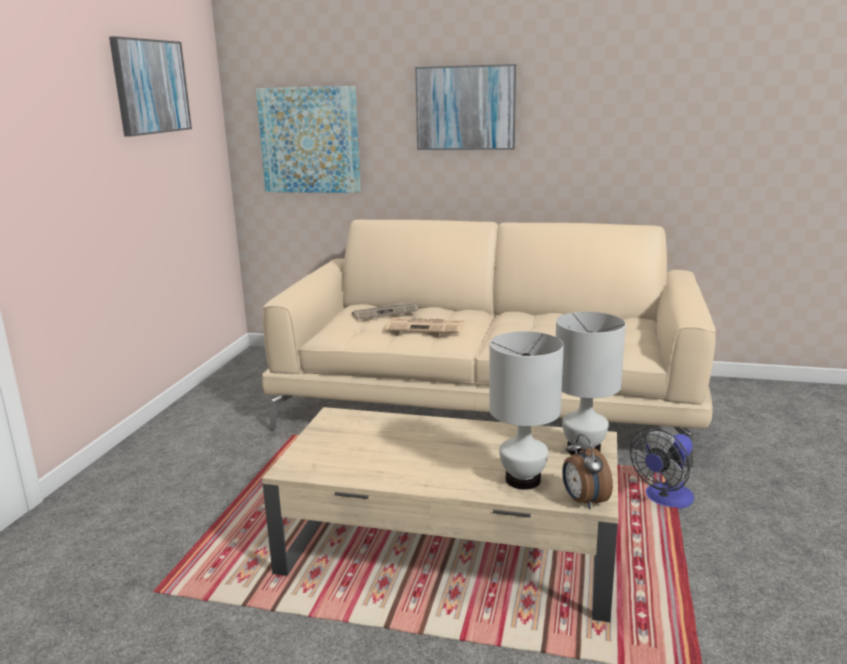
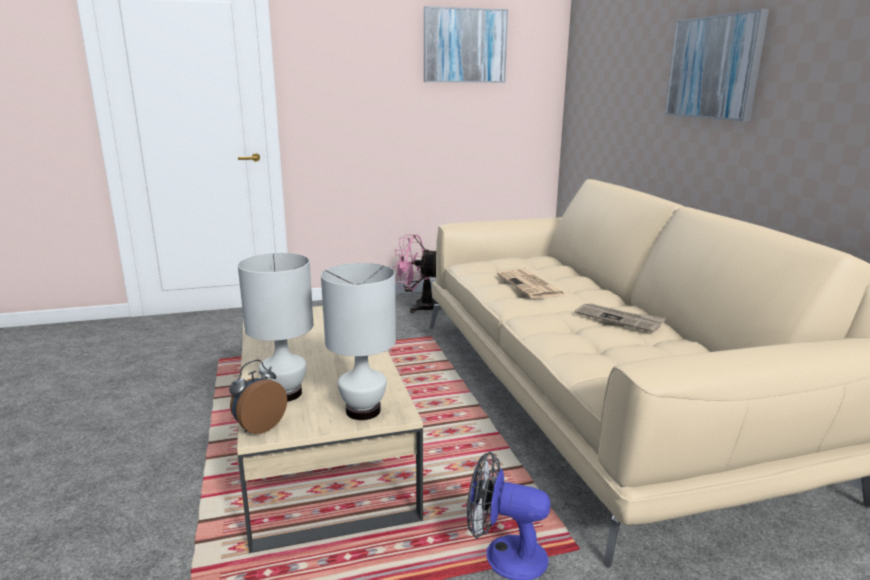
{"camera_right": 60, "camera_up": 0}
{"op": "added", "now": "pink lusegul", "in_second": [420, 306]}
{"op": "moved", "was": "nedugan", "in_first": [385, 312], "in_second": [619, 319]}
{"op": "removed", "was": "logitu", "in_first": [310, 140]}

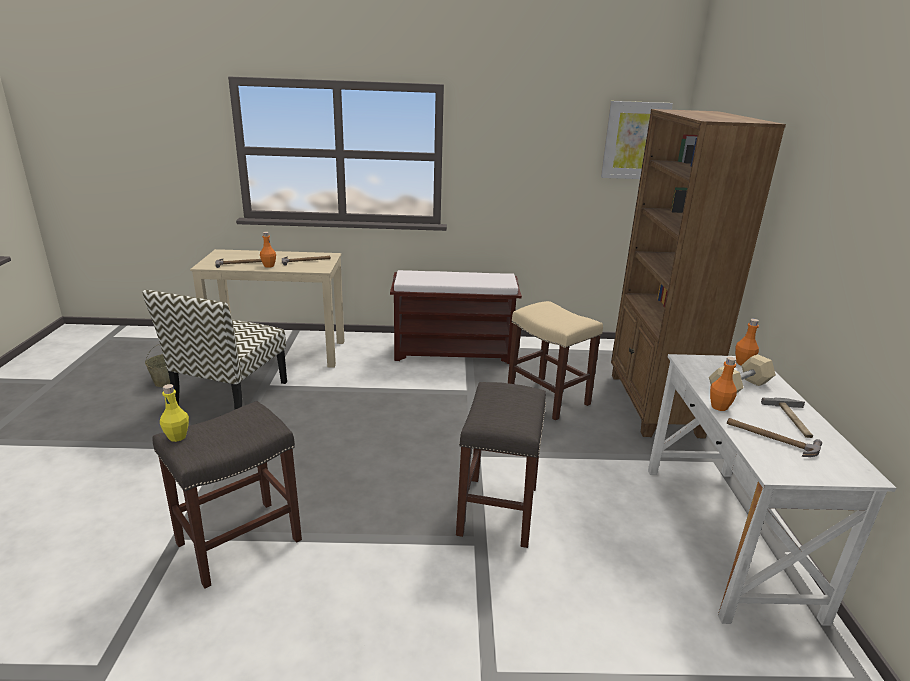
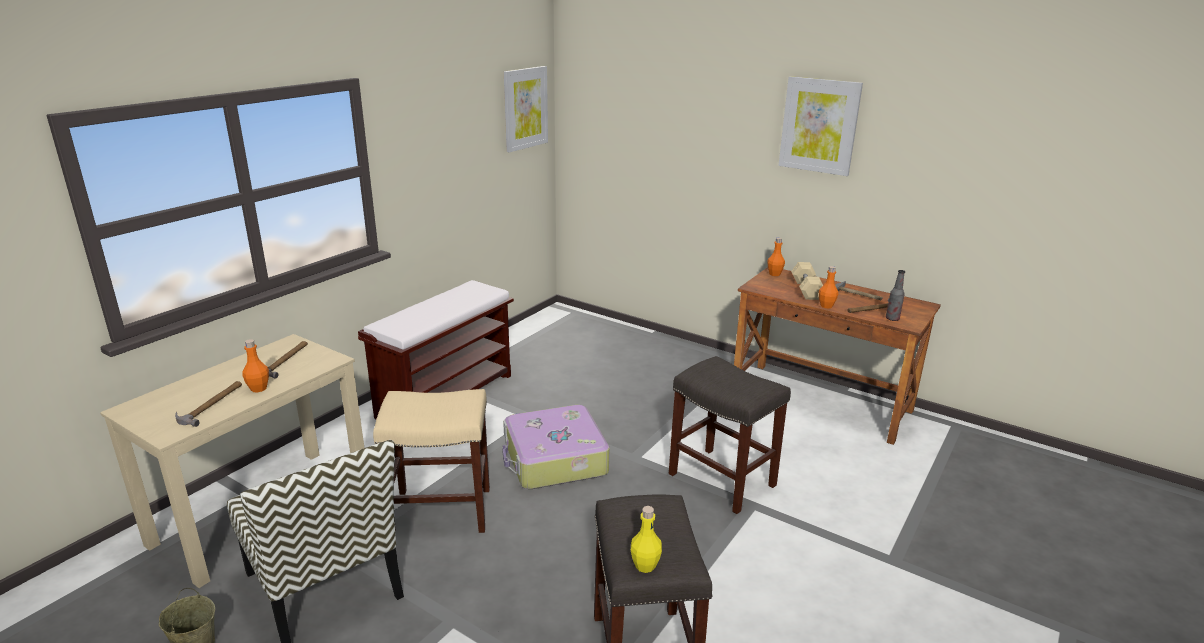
{"camera_right": -55, "camera_up": 0}
{"op": "moved", "was": "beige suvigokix", "in_first": [549, 398], "in_second": [442, 510]}
{"op": "added", "now": "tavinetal", "in_second": [554, 460]}
{"op": "recoloured", "was": "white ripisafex", "now": "brown ripisafex", "in_first": [726, 536], "in_second": [821, 401]}
{"op": "added", "now": "logitu", "in_second": [819, 125]}
{"op": "added", "now": "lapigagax", "in_second": [892, 319]}
{"op": "removed", "was": "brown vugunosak", "in_first": [653, 405]}

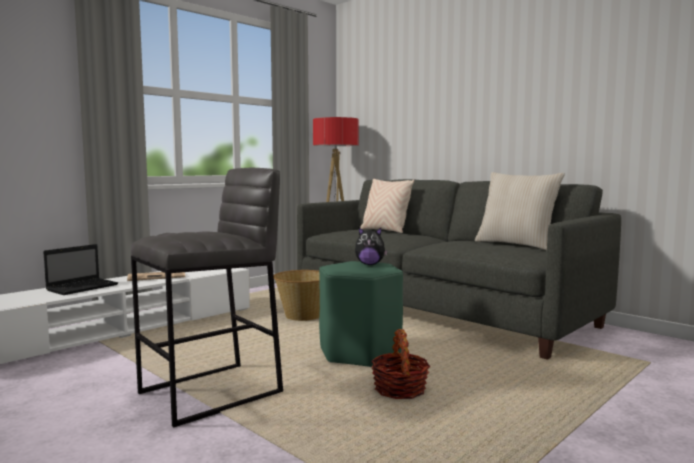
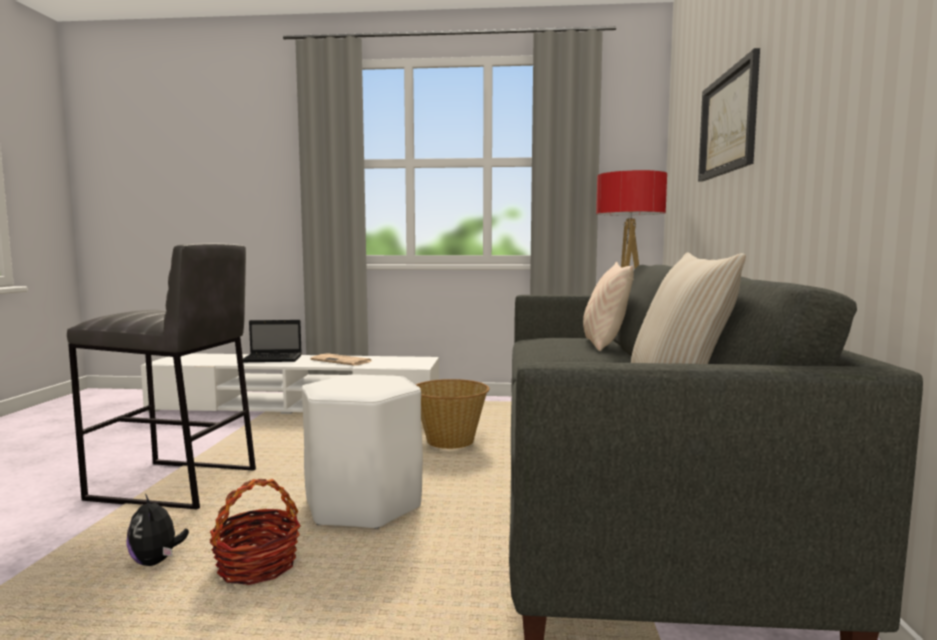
{"camera_right": 50, "camera_up": 0}
{"op": "moved", "was": "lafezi", "in_first": [370, 264], "in_second": [157, 561]}
{"op": "recoloured", "was": "green suvigokix", "now": "white suvigokix", "in_first": [360, 353], "in_second": [364, 505]}
{"op": "added", "now": "logitu", "in_second": [728, 123]}

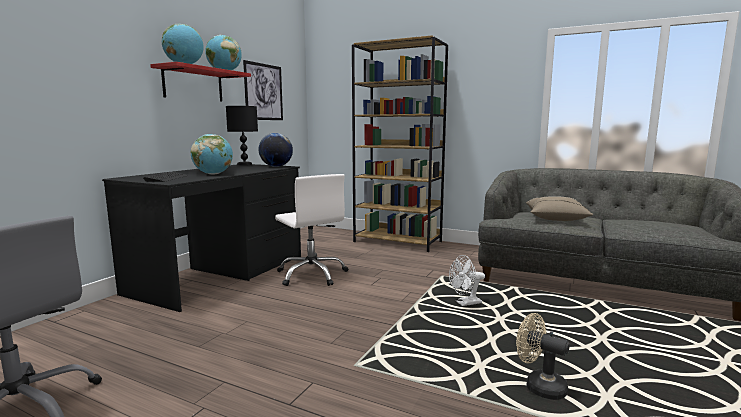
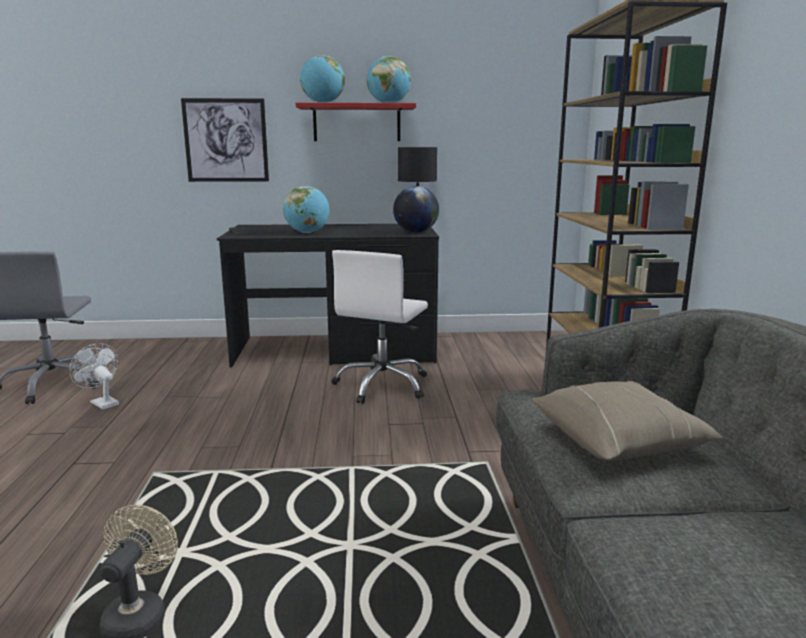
{"camera_right": 60, "camera_up": 5}
{"op": "moved", "was": "white lusegul", "in_first": [465, 303], "in_second": [101, 403]}
{"op": "moved", "was": "logitu", "in_first": [263, 92], "in_second": [226, 140]}

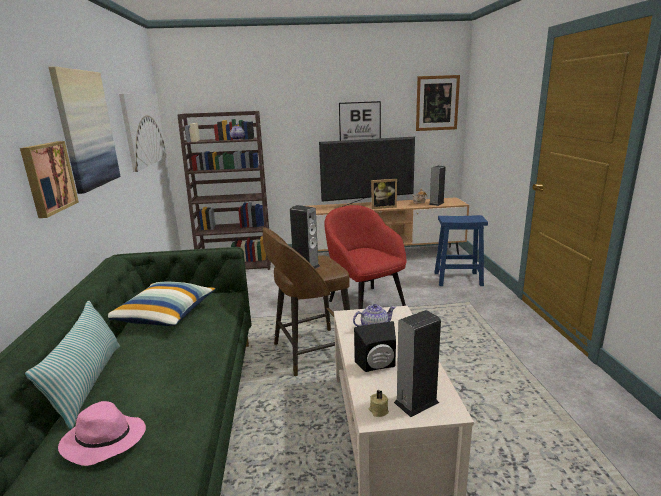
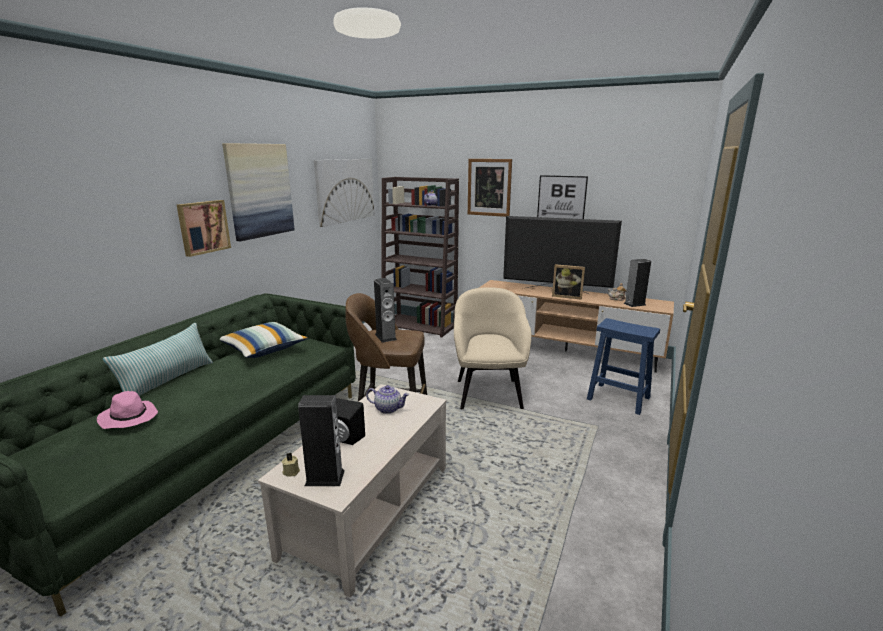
{"camera_right": 30, "camera_up": 0}
{"op": "recoloured", "was": "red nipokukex", "now": "beige nipokukex", "in_first": [365, 303], "in_second": [488, 393]}
{"op": "moved", "was": "logitu", "in_first": [437, 103], "in_second": [489, 187]}

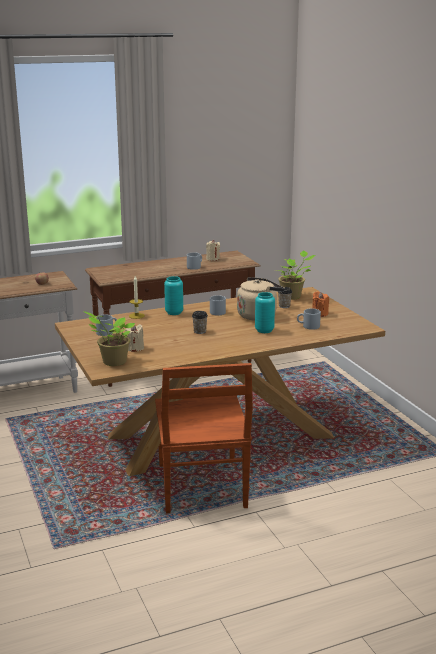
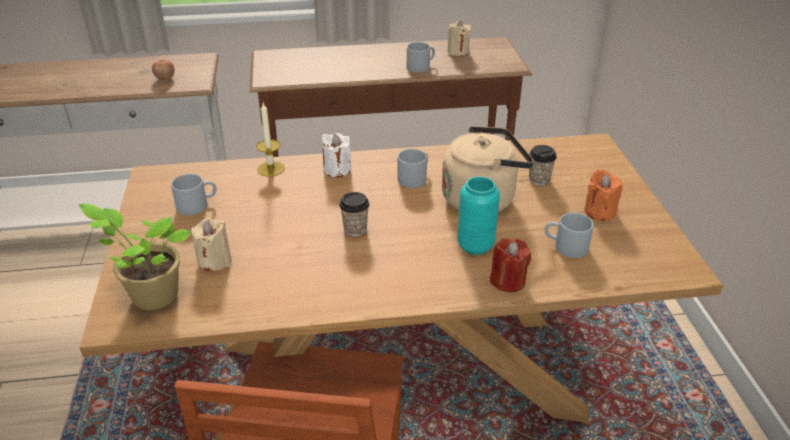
{"camera_right": 15, "camera_up": 15}
{"op": "replaced", "was": "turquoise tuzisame", "now": "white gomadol", "in_first": [174, 312], "in_second": [337, 170]}
{"op": "added", "now": "red gomadol", "in_second": [508, 281]}
{"op": "removed", "was": "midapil", "in_first": [292, 296]}

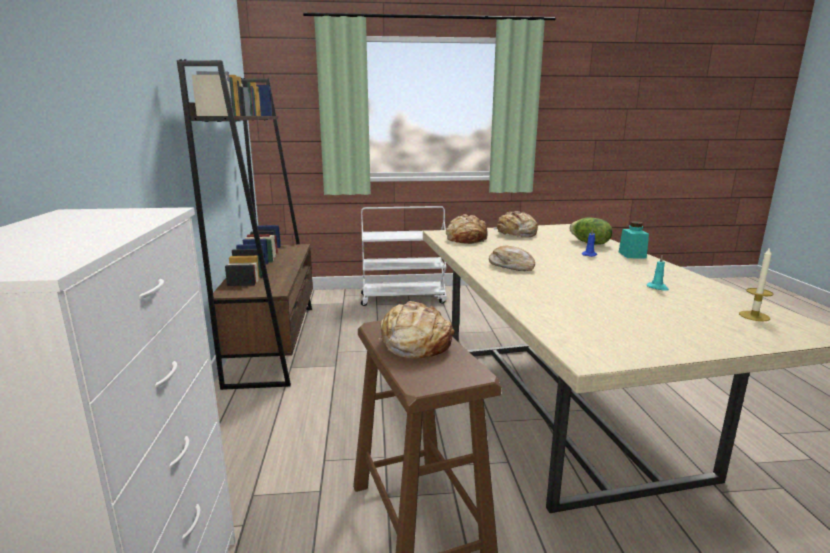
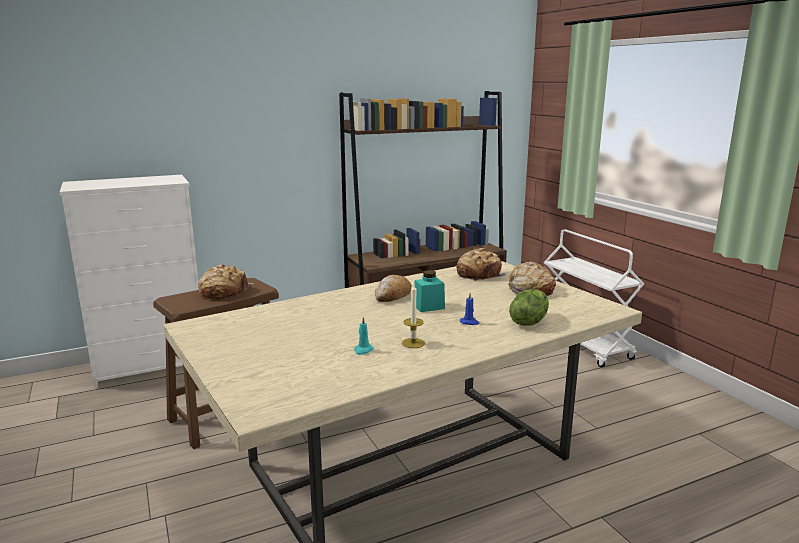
{"camera_right": 70, "camera_up": 0}
{"op": "moved", "was": "gomadol", "in_first": [754, 316], "in_second": [413, 343]}
{"op": "moved", "was": "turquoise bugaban", "in_first": [632, 255], "in_second": [429, 307]}

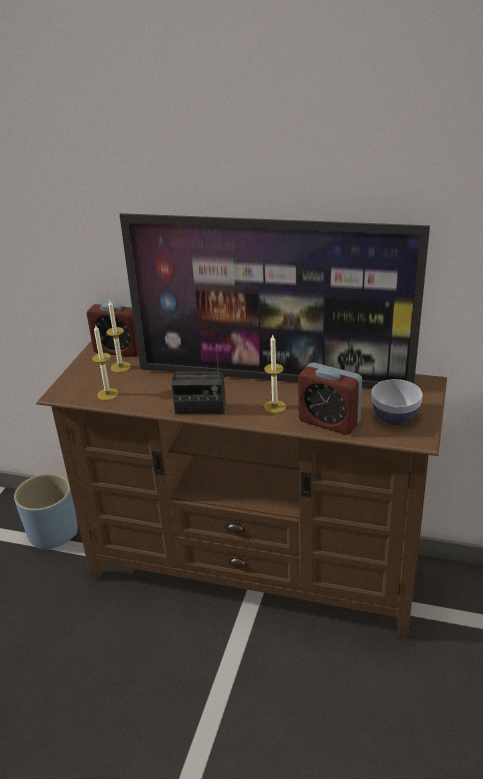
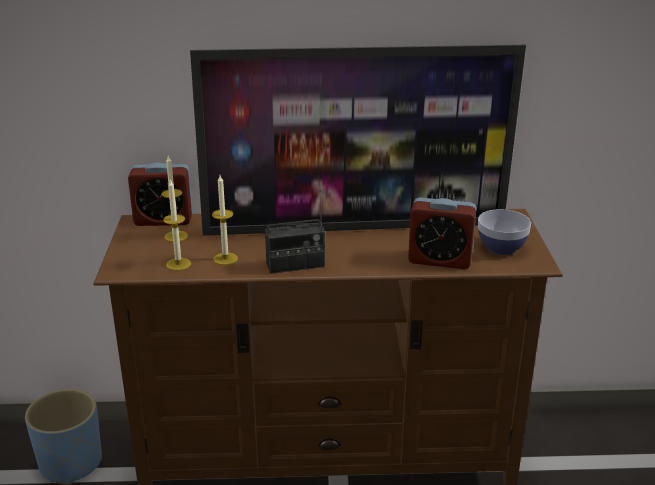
{"camera_right": -20, "camera_up": -5}
{"op": "moved", "was": "gomadol", "in_first": [275, 407], "in_second": [225, 259]}

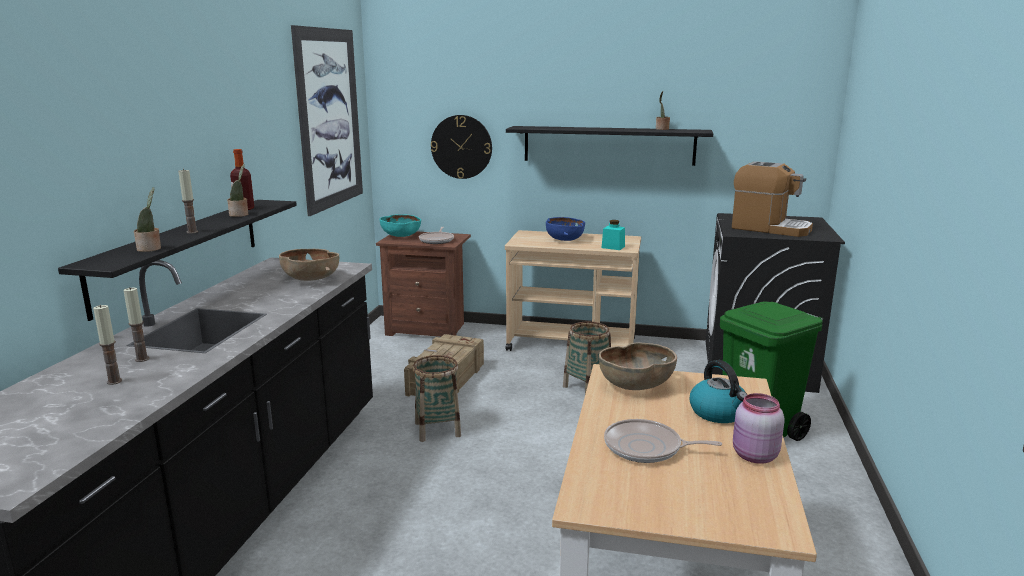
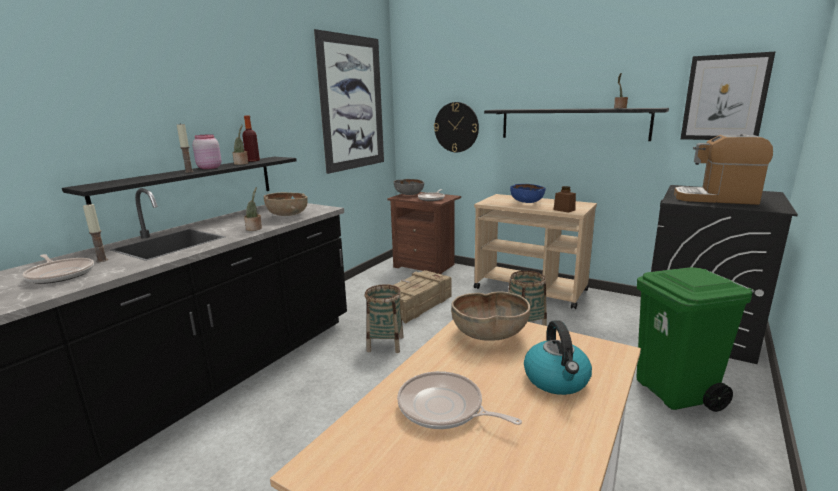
{"camera_right": 20, "camera_up": 0}
{"op": "replaced", "was": "gomadol", "now": "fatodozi", "in_first": [114, 381], "in_second": [60, 274]}
{"op": "moved", "was": "pink bugaban", "in_first": [753, 456], "in_second": [208, 168]}
{"op": "moved", "was": "midapil", "in_first": [150, 249], "in_second": [255, 229]}
{"op": "recoloured", "was": "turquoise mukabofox", "now": "grey mukabofox", "in_first": [400, 236], "in_second": [409, 194]}
{"op": "recoloured", "was": "turquoise bugaban", "now": "brown bugaban", "in_first": [613, 247], "in_second": [564, 210]}
{"op": "turned", "was": "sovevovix", "in_first": [769, 228], "in_second": [716, 198], "clockwise": 150}
{"op": "added", "now": "logitu", "in_second": [724, 98]}

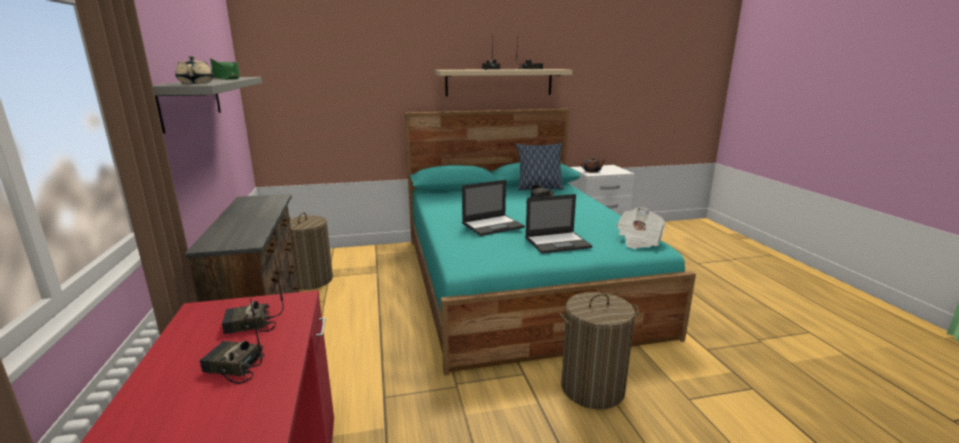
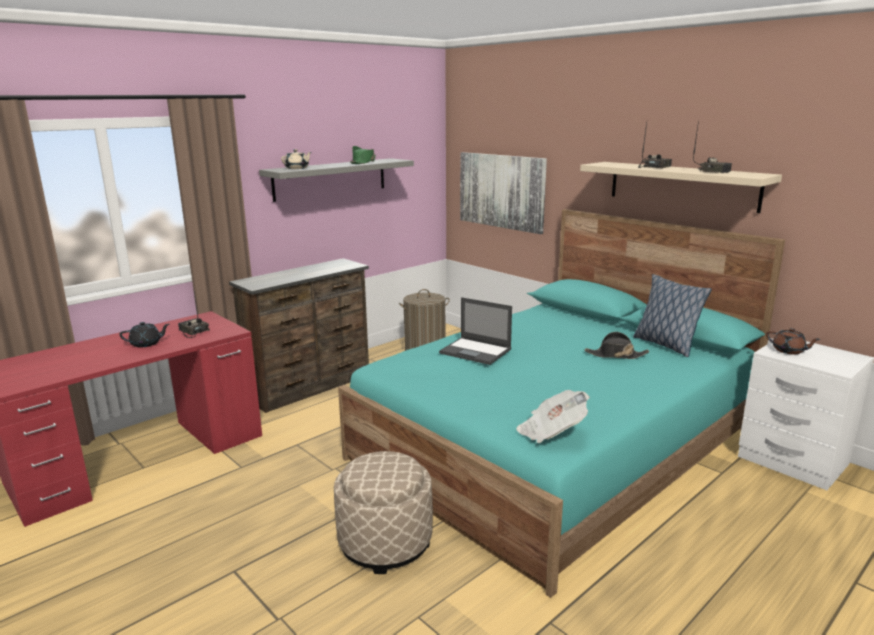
{"camera_right": 60, "camera_up": 0}
{"op": "replaced", "was": "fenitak", "now": "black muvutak", "in_first": [233, 368], "in_second": [146, 344]}
{"op": "replaced", "was": "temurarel", "now": "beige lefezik", "in_first": [592, 388], "in_second": [385, 543]}
{"op": "added", "now": "logitu", "in_second": [501, 191]}
{"op": "removed", "was": "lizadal", "in_first": [558, 242]}

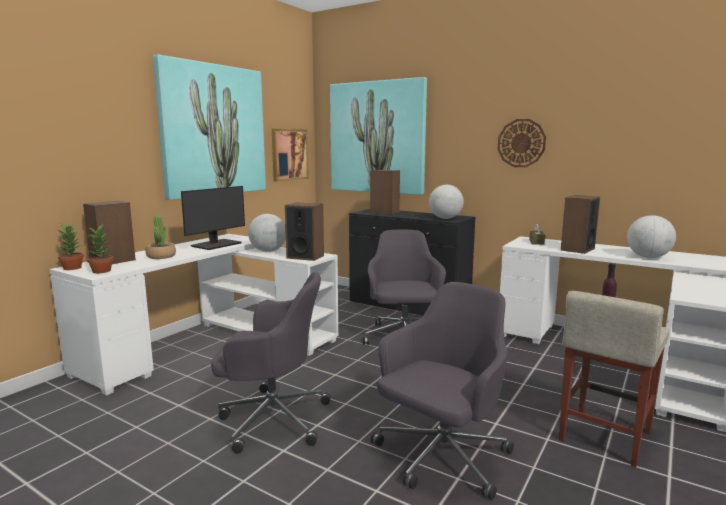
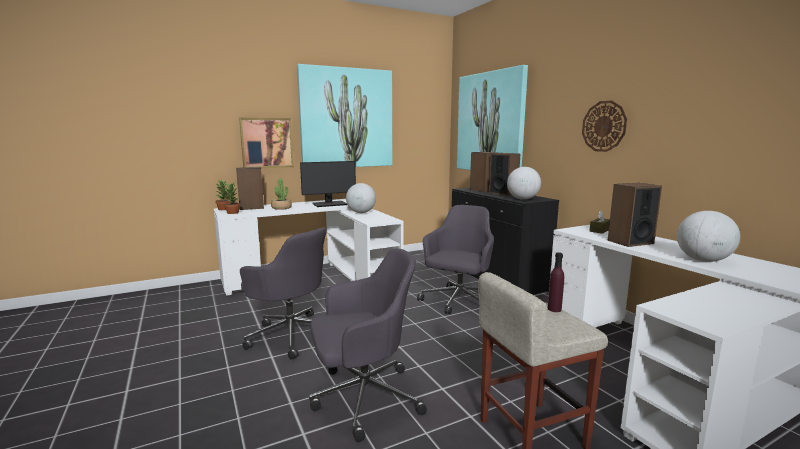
{"camera_right": 30, "camera_up": 0}
{"op": "moved", "was": "logitu", "in_first": [289, 154], "in_second": [267, 143]}
{"op": "moved", "was": "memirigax", "in_first": [305, 257], "in_second": [503, 193]}

